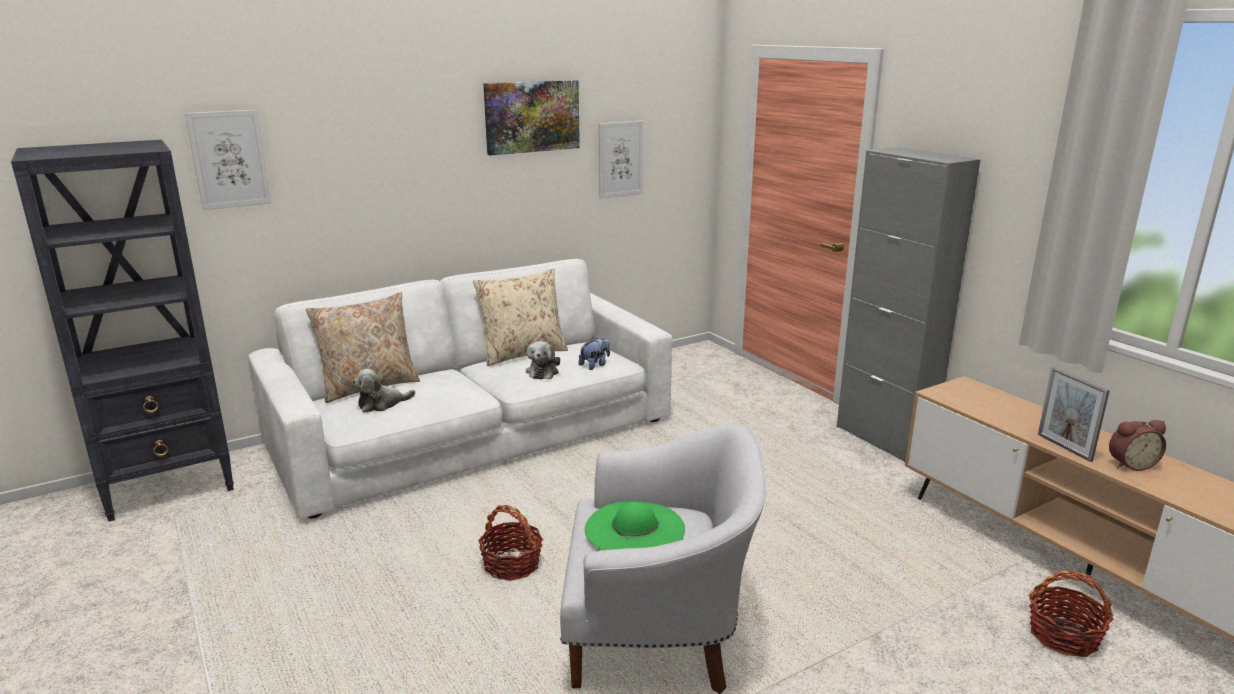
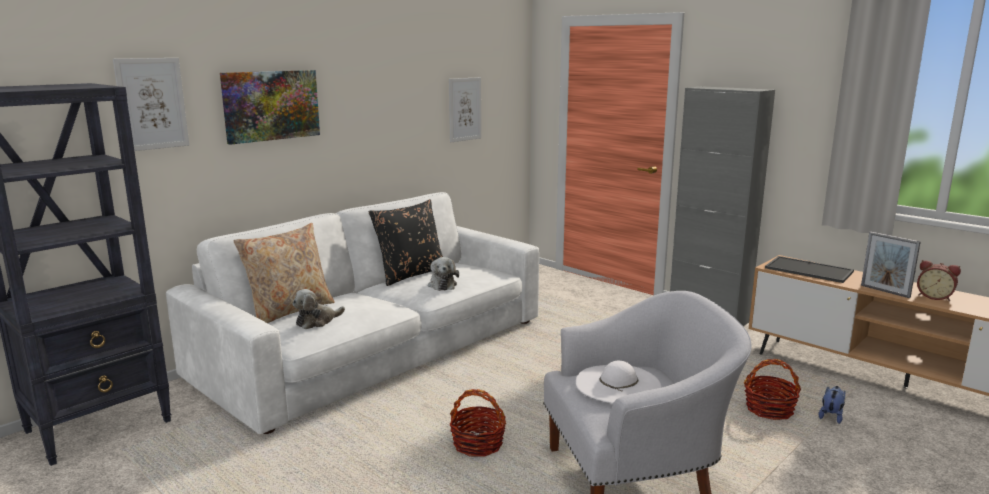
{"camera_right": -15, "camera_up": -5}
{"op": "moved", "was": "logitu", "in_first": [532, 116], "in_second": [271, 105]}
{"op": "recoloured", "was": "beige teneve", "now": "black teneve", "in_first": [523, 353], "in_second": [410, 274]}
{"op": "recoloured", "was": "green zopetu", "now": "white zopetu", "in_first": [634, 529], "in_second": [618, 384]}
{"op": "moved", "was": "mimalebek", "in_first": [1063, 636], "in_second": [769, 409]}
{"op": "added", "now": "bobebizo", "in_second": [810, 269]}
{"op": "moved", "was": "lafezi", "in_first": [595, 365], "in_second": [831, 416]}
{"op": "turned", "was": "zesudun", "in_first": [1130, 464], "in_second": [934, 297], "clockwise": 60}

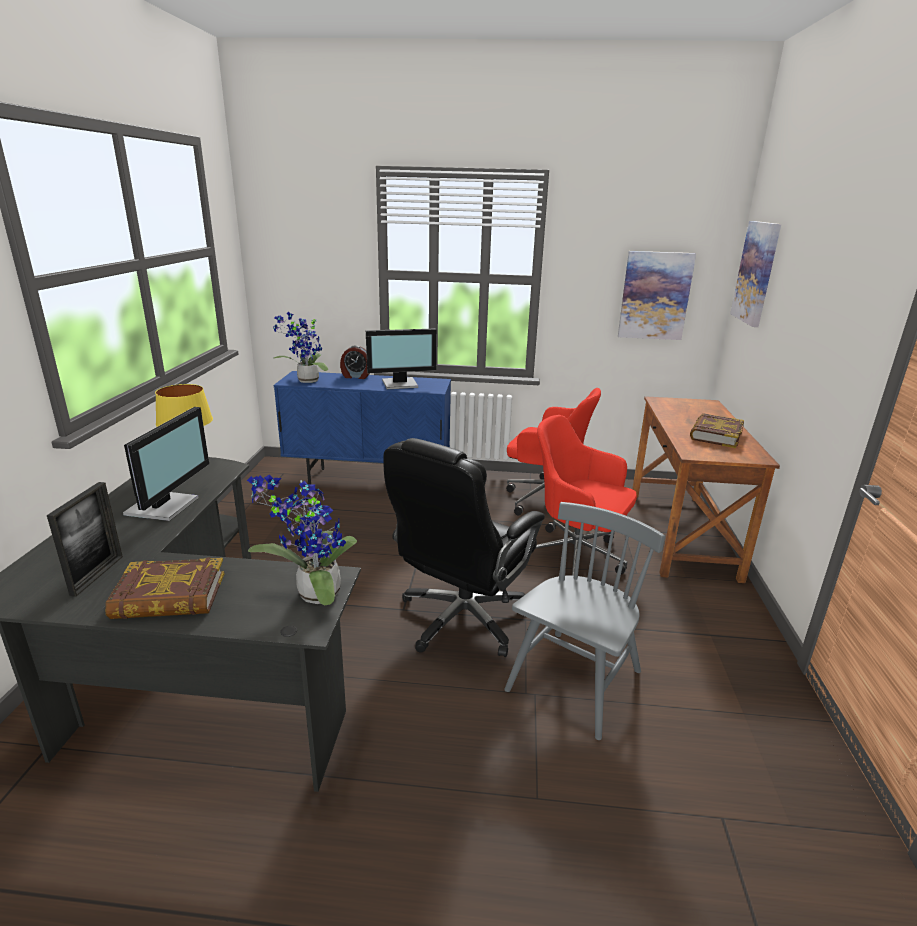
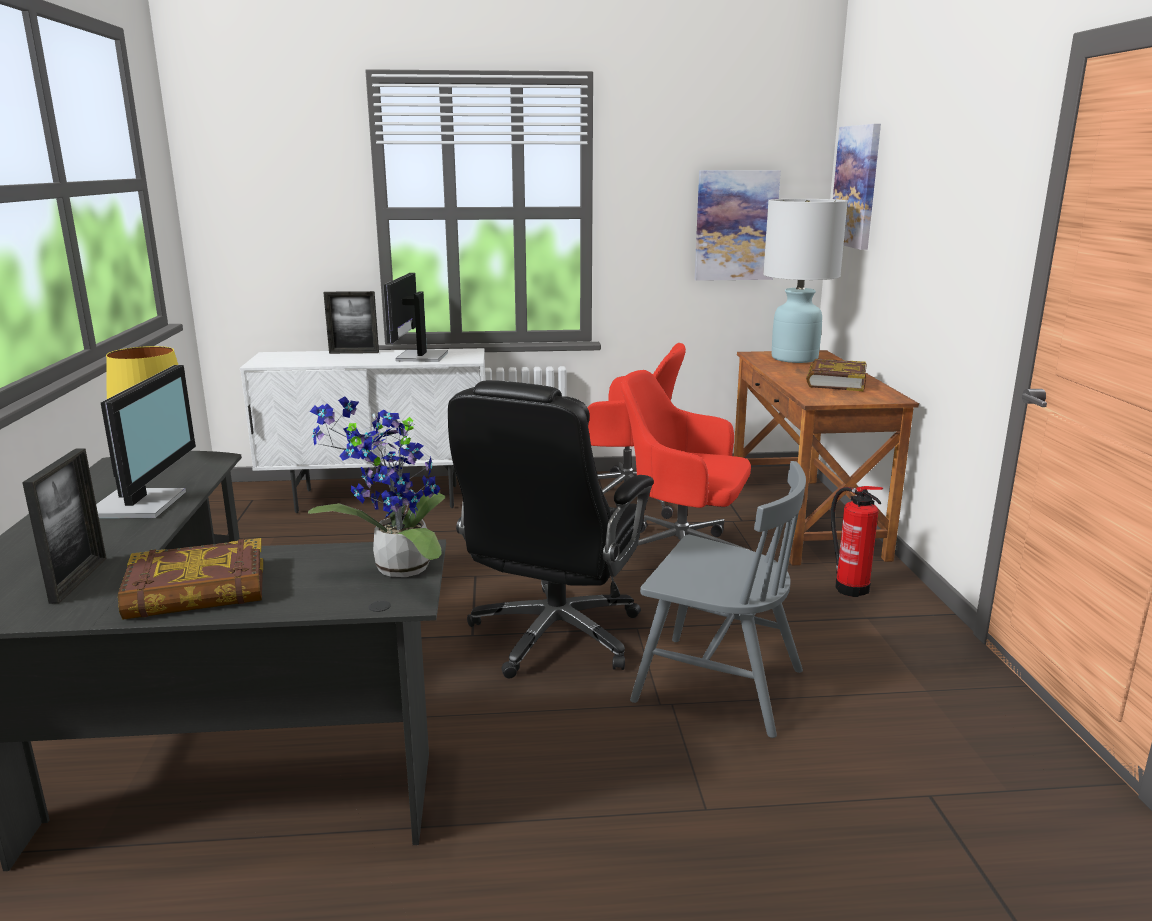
{"camera_right": -10, "camera_up": -5}
{"op": "recoloured", "was": "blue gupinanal", "now": "white gupinanal", "in_first": [369, 481], "in_second": [379, 499]}
{"op": "replaced", "was": "zesudun", "now": "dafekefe", "in_first": [356, 376], "in_second": [354, 352]}
{"op": "turned", "was": "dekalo", "in_first": [400, 384], "in_second": [419, 357], "clockwise": 120}
{"op": "turned", "was": "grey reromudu", "in_first": [574, 682], "in_second": [717, 685], "clockwise": 90}
{"op": "added", "now": "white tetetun", "in_second": [795, 358]}
{"op": "added", "now": "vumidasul", "in_second": [849, 587]}
{"op": "removed", "was": "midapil", "in_first": [306, 381]}

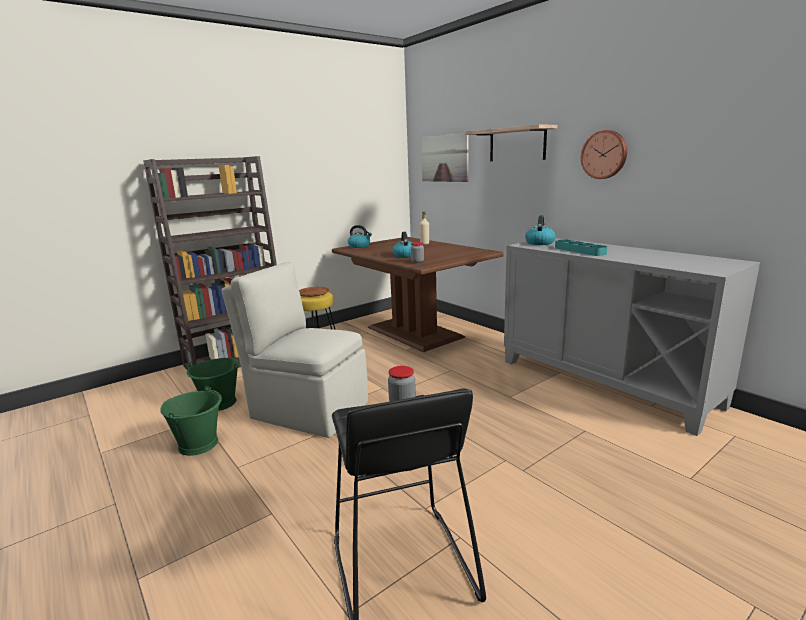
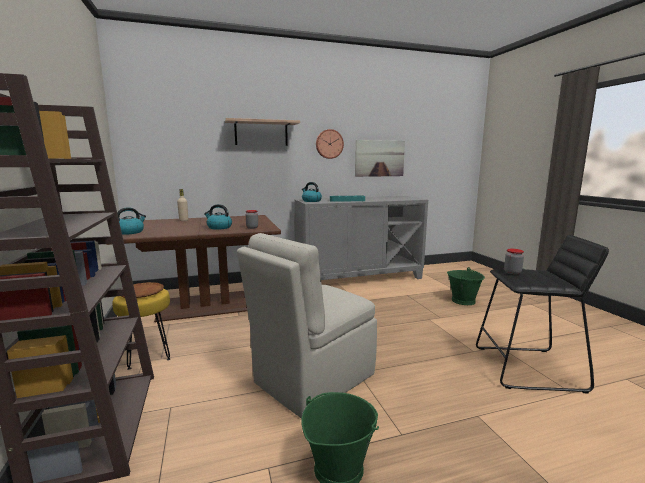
{"camera_right": -70, "camera_up": -5}
{"op": "moved", "was": "logitu", "in_first": [444, 158], "in_second": [379, 158]}
{"op": "moved", "was": "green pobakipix", "in_first": [220, 403], "in_second": [463, 300]}

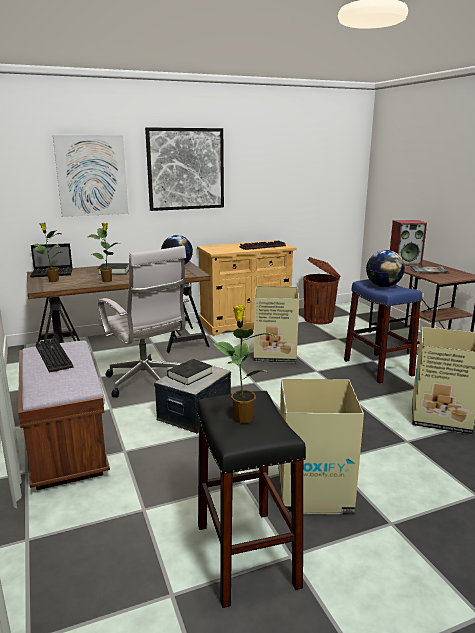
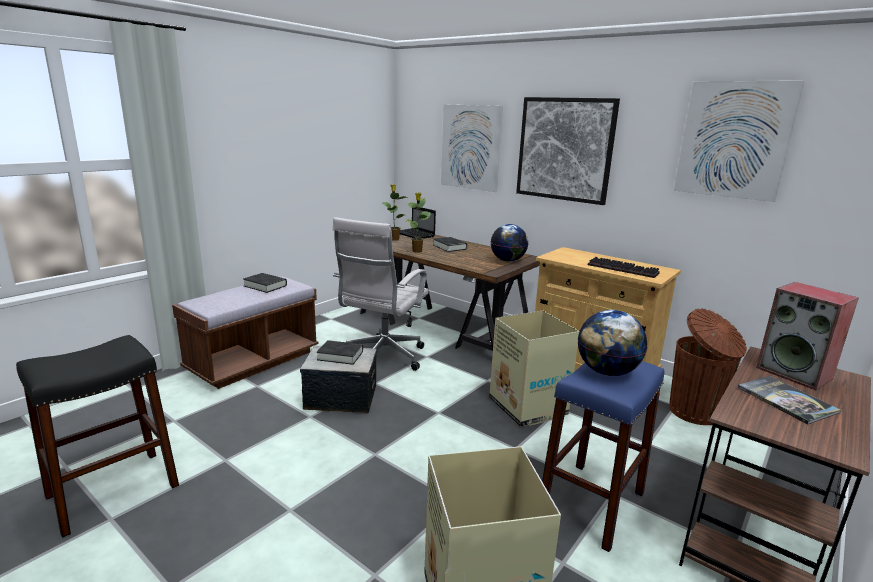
{"camera_right": 60, "camera_up": 0}
{"op": "replaced", "was": "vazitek", "now": "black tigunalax", "in_first": [52, 356], "in_second": [265, 286]}
{"op": "added", "now": "logitu", "in_second": [734, 140]}
{"op": "removed", "was": "midapil", "in_first": [242, 418]}
{"op": "removed", "was": "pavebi", "in_first": [313, 491]}

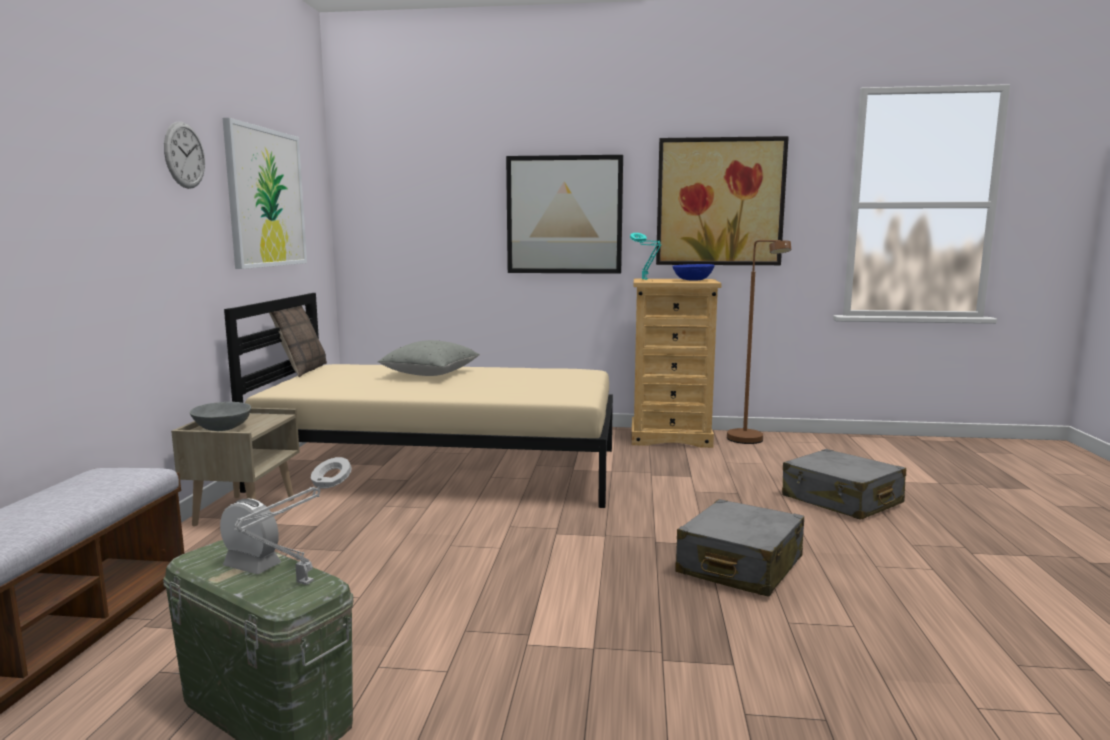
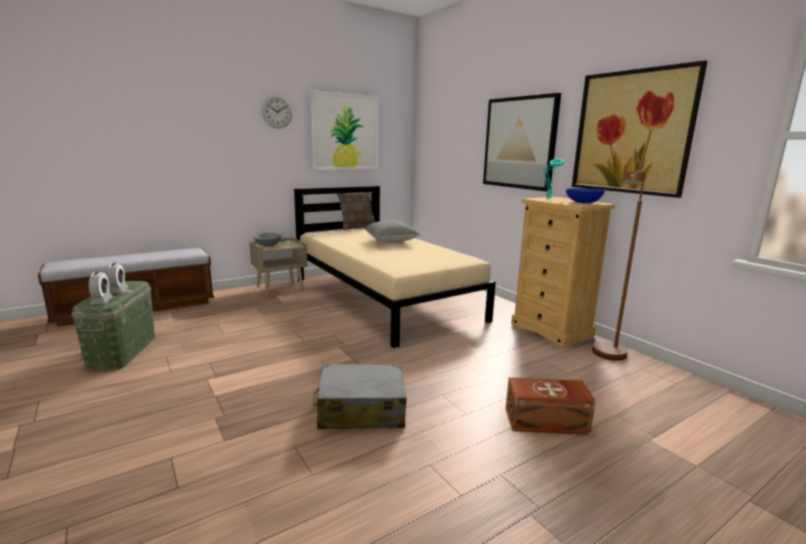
{"camera_right": 50, "camera_up": 5}
{"op": "replaced", "was": "grey tetetun", "now": "zesudun", "in_first": [301, 585], "in_second": [102, 301]}
{"op": "replaced", "was": "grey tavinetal", "now": "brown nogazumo", "in_first": [841, 500], "in_second": [547, 422]}

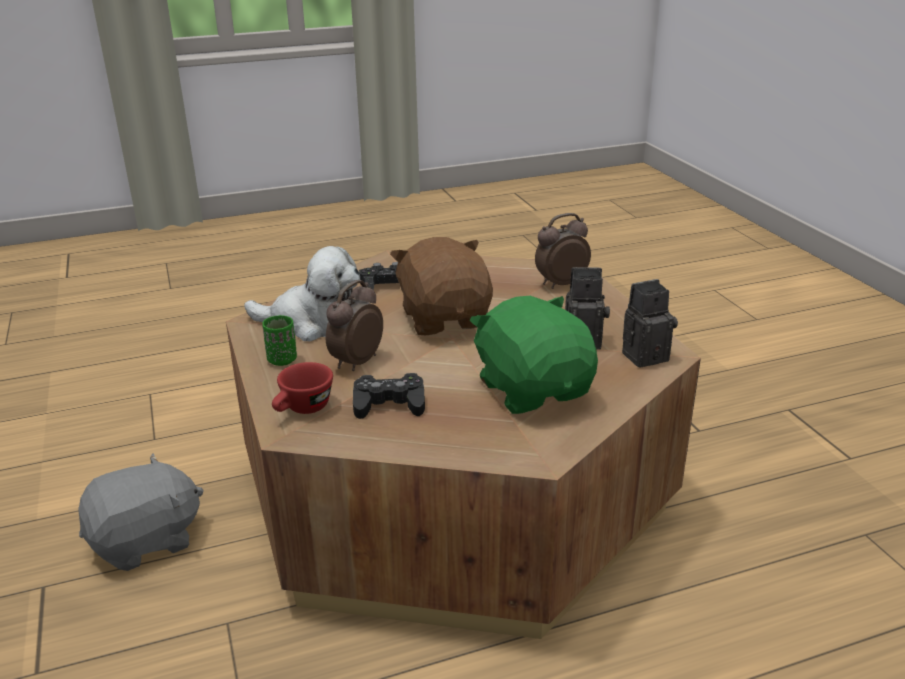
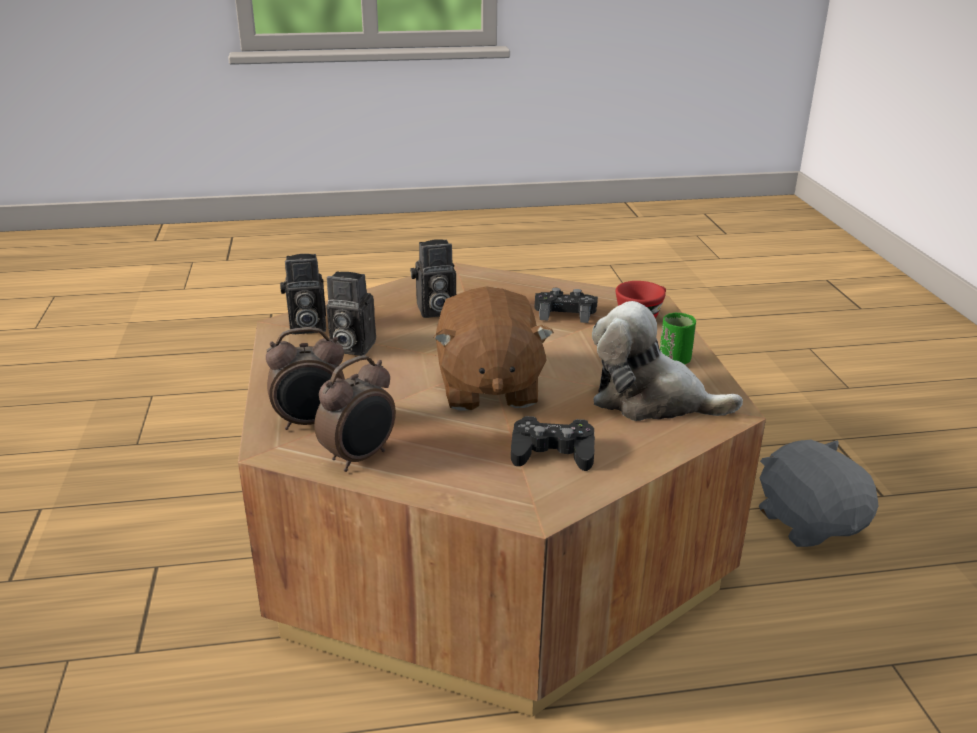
{"camera_right": -170, "camera_up": 0}
{"op": "moved", "was": "zesudun", "in_first": [355, 362], "in_second": [360, 458]}
{"op": "replaced", "was": "green lafezi", "now": "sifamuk", "in_first": [533, 389], "in_second": [434, 311]}
{"op": "turned", "was": "grey lafezi", "in_first": [146, 541], "in_second": [809, 522], "clockwise": 90}

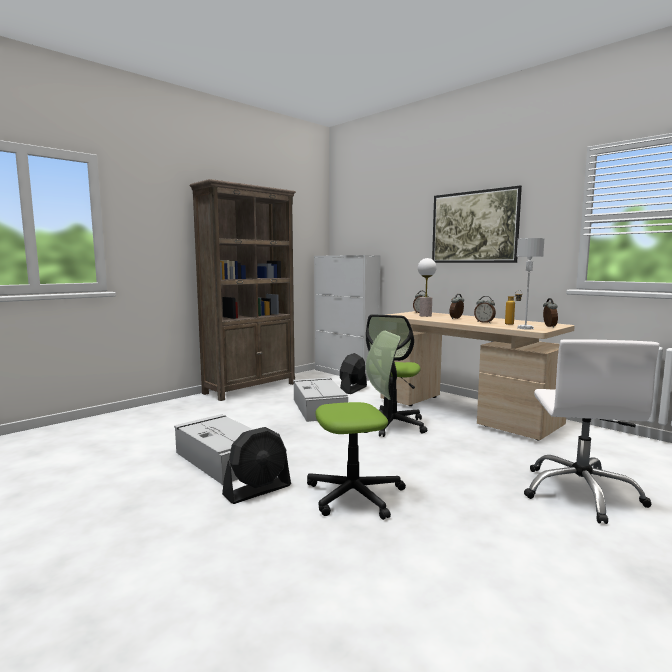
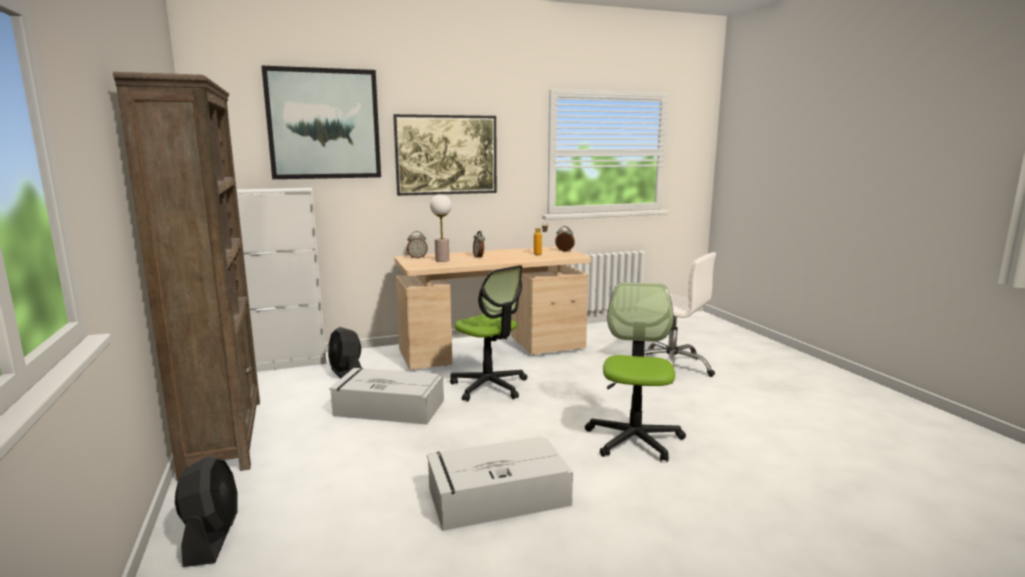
{"camera_right": -65, "camera_up": 5}
{"op": "moved", "was": "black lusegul", "in_first": [257, 490], "in_second": [211, 538]}
{"op": "added", "now": "logitu", "in_second": [324, 124]}
{"op": "removed", "was": "zesudun", "in_first": [484, 322]}
{"op": "removed", "was": "grey tetetun", "in_first": [525, 328]}

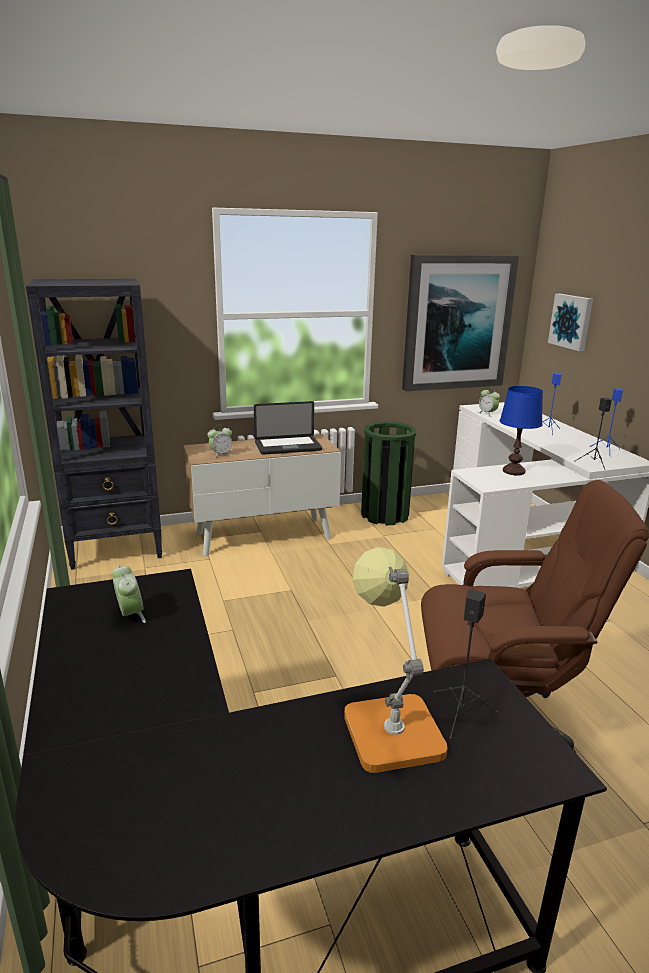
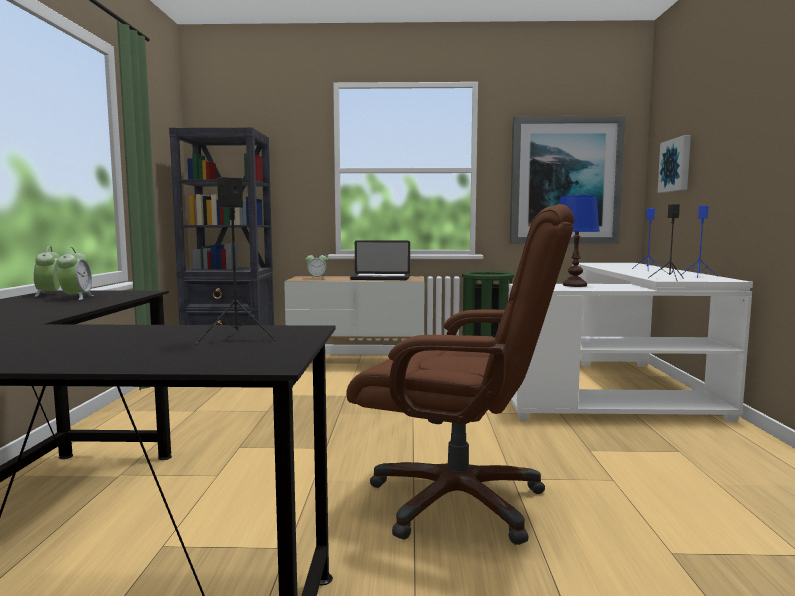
{"camera_right": 20, "camera_up": -15}
{"op": "moved", "was": "zesudun", "in_first": [487, 413], "in_second": [49, 294]}
{"op": "removed", "was": "tetetun", "in_first": [388, 724]}

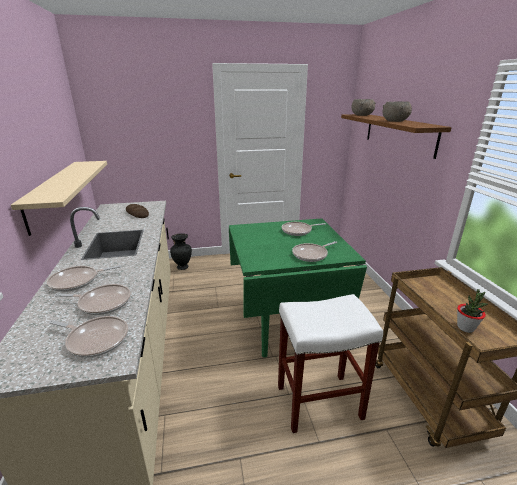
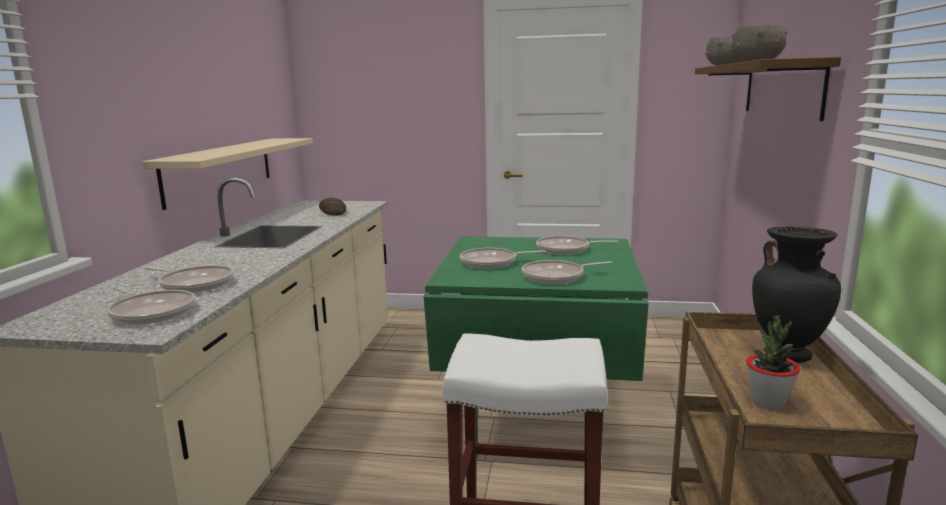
{"camera_right": 20, "camera_up": -10}
{"op": "moved", "was": "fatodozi", "in_first": [77, 281], "in_second": [492, 263]}
{"op": "moved", "was": "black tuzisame", "in_first": [183, 267], "in_second": [787, 355]}

